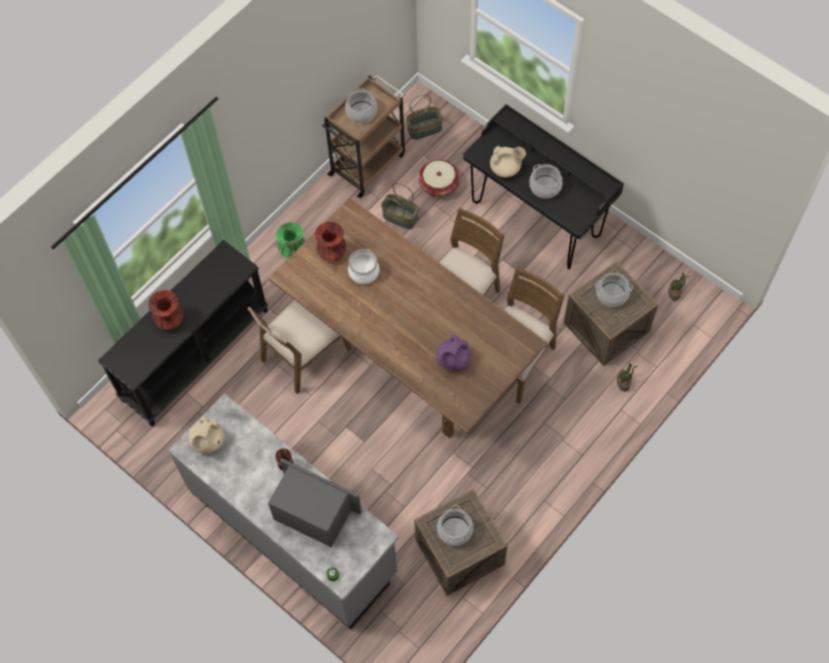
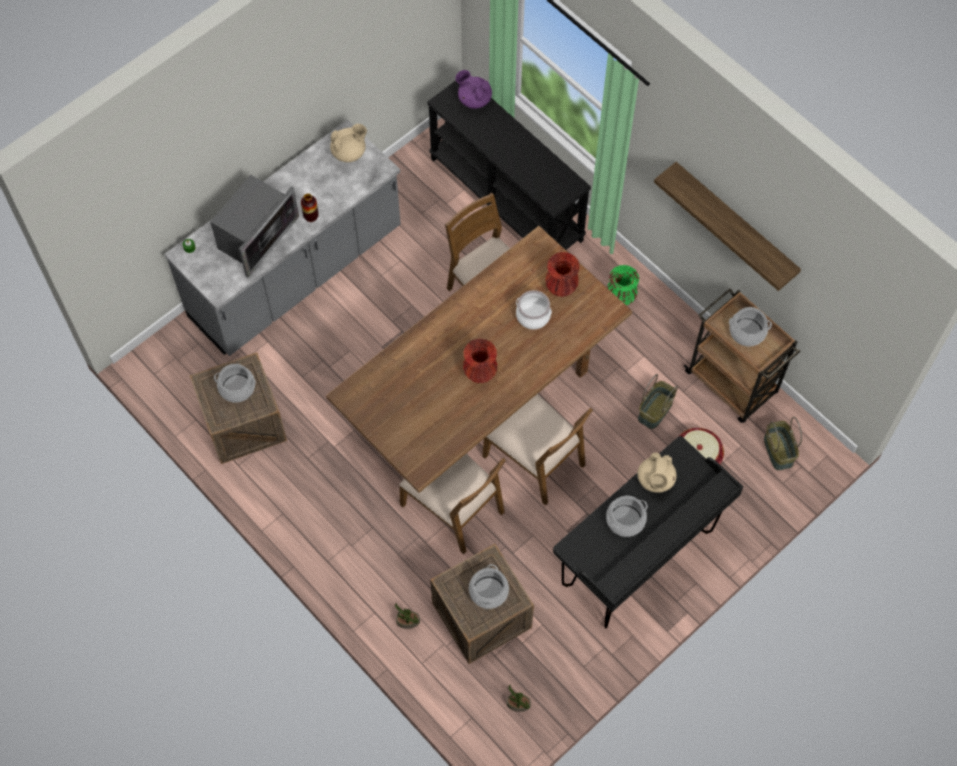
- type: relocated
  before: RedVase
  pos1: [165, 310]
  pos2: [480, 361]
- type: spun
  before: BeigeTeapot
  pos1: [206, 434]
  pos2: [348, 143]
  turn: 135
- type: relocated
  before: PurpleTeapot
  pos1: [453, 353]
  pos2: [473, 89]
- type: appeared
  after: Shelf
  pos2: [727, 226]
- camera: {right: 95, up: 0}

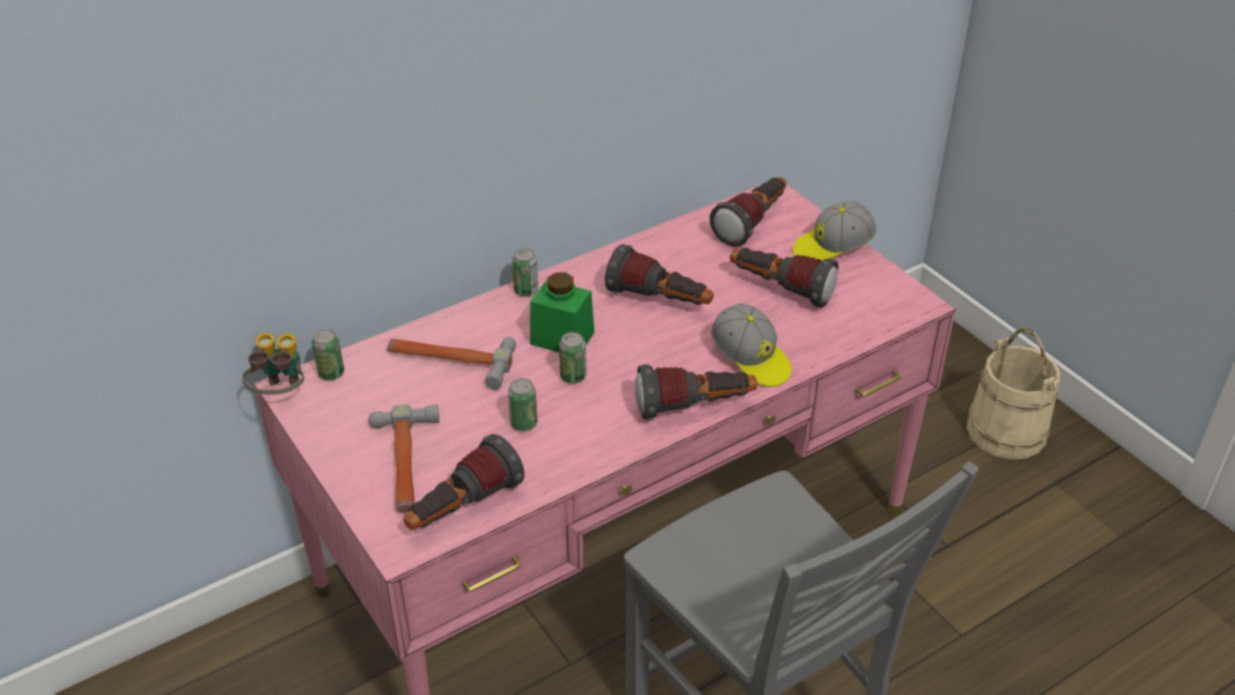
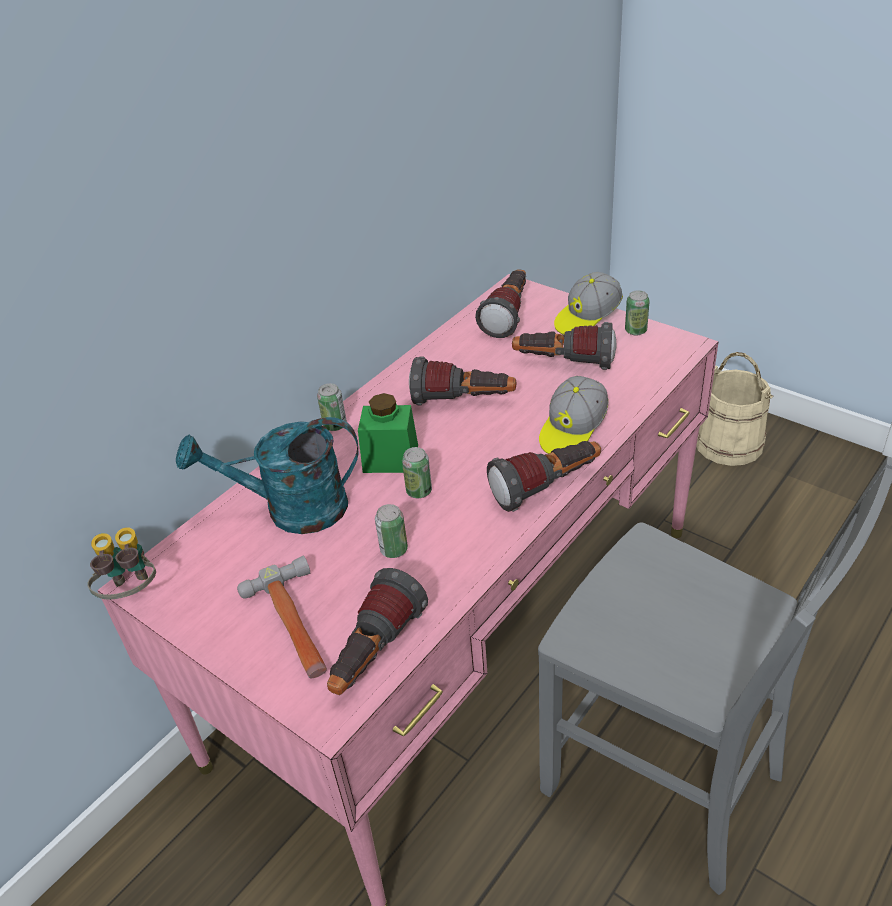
- type: relocated
  before: Can
  pos1: [328, 354]
  pos2: [637, 312]
- type: exchanged
  before: Hammer
  after: TurquoiseWateringCan
  pos1: [451, 363]
  pos2: [267, 475]
- type: spun
  before: Cap
  pos1: [751, 345]
  pos2: [573, 415]
  turn: 90
- camera: {right: -15, up: 0}

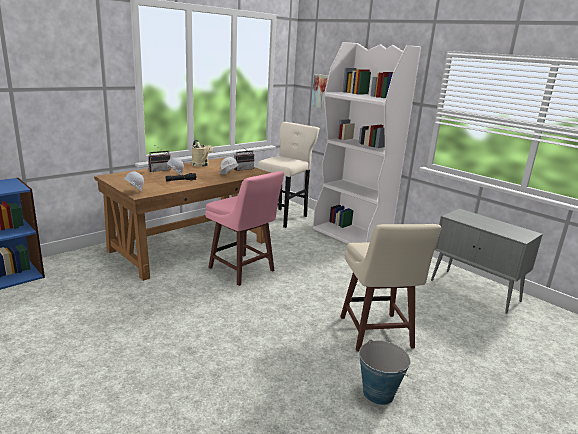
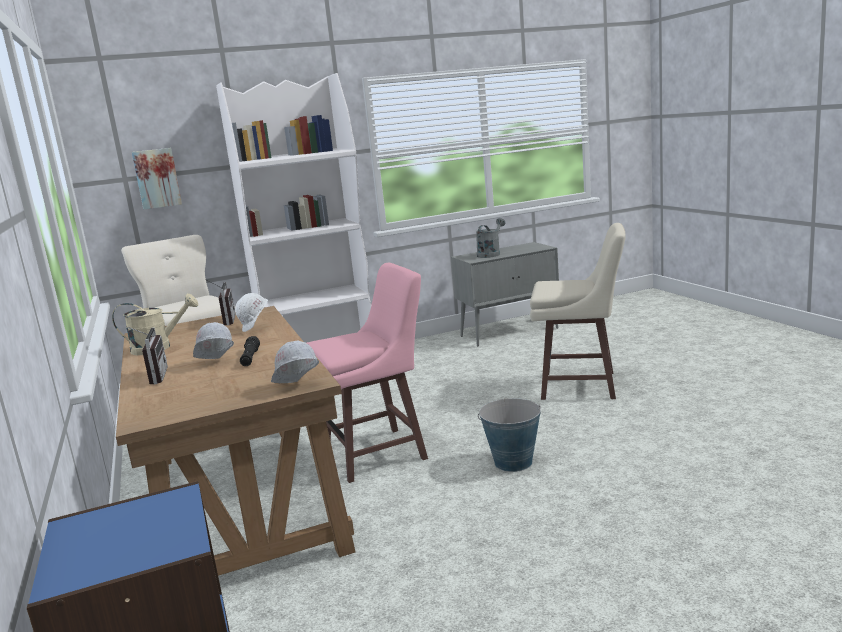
- type: relocated
  before: Bucket
  pos1: [385, 372]
  pos2: [509, 435]
- type: appeared
  after: GreyWateringCan
  pos2: [490, 238]
- camera: {right: -65, up: -5}

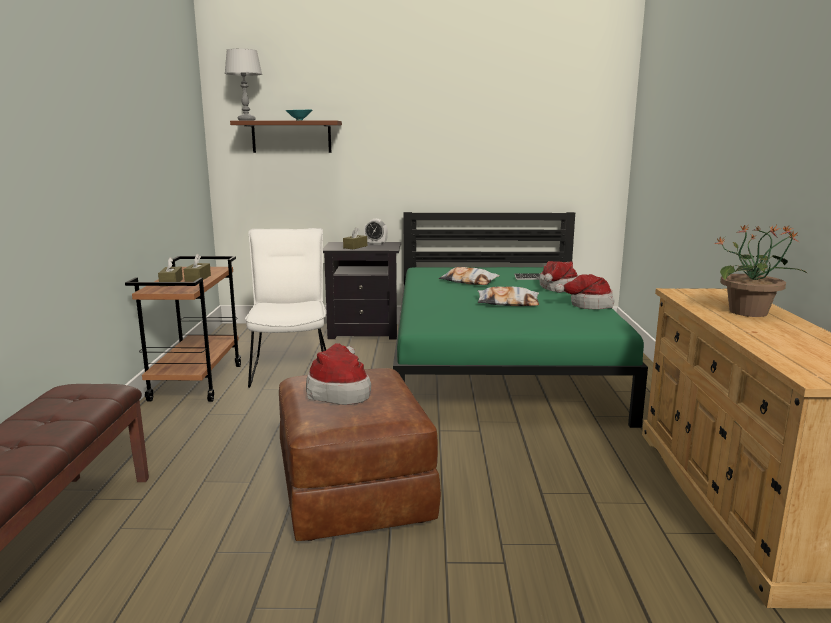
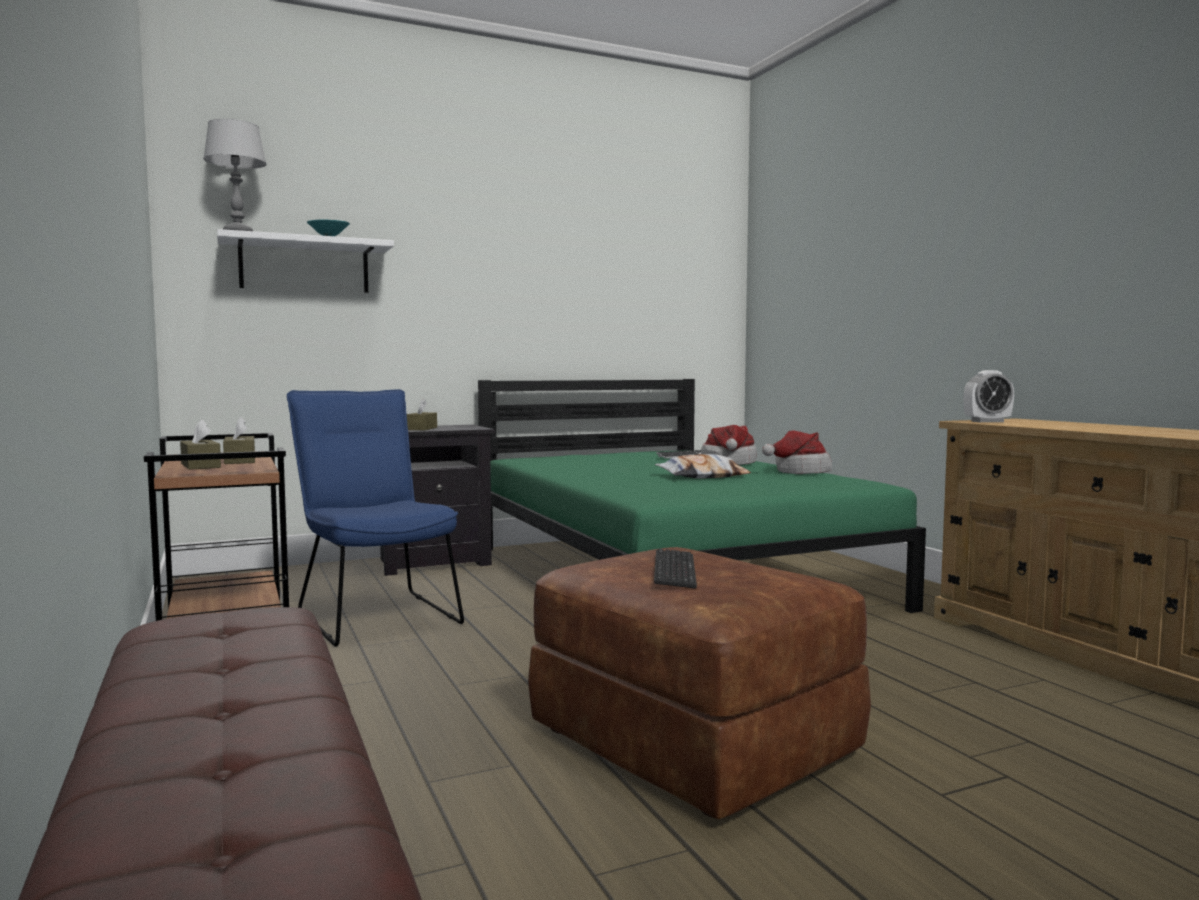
- type: colour
  before: BrownShelf
  after: WhiteShelf
  pos1: [286, 137]
  pos2: [305, 261]
- type: colour
  before: WhiteChair
  after: BlueChair
  pos1: [285, 308]
  pos2: [375, 518]
- type: exchanged
  before: Hat
  after: Keyboard
  pos1: [338, 374]
  pos2: [675, 569]
- type: relocated
  before: AlarmClock
  pos1: [376, 232]
  pos2: [988, 396]
- type: missing
  before: Pillow
  pos1: [469, 276]
- type: missing
  before: PottedPlant
  pos1: [760, 271]
- camera: {right: -25, up: -10}

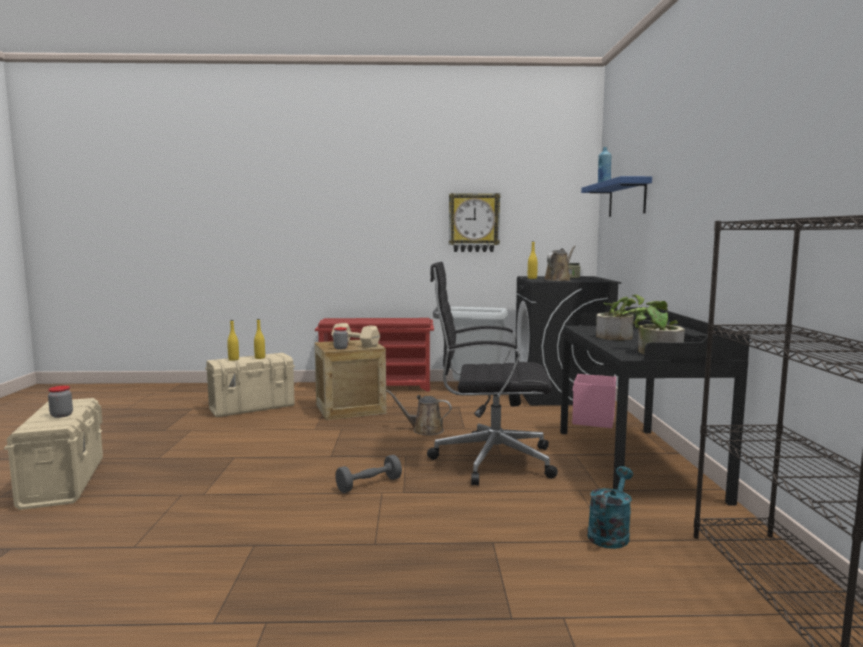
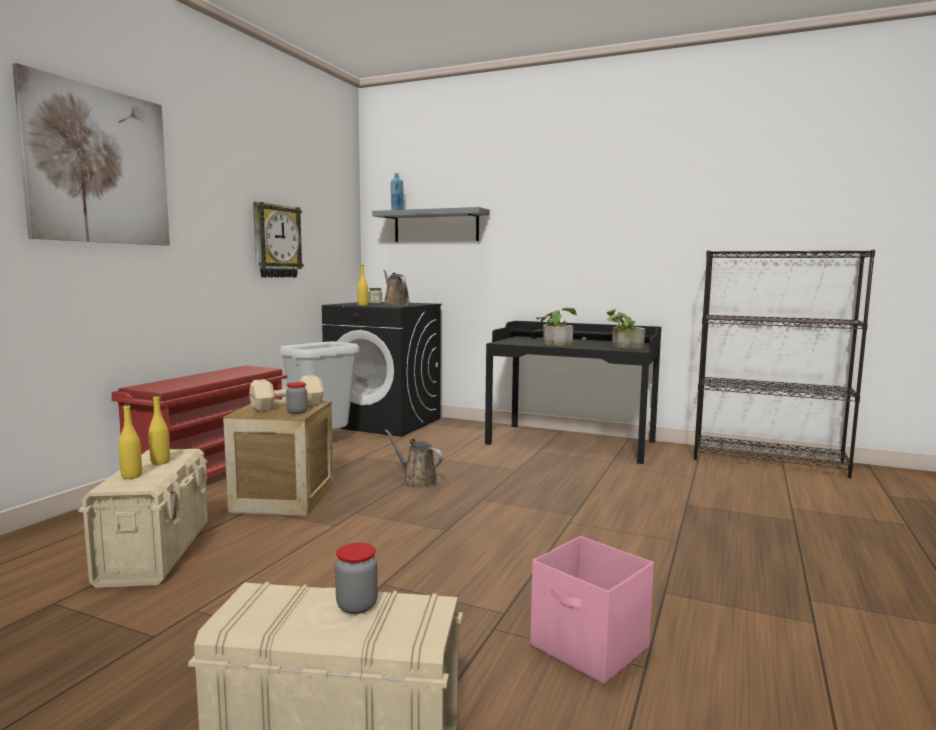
- type: missing
  before: GreyDumbbell
  pos1: [368, 474]
- type: spun
  before: BrownWateringCan
  pos1: [419, 413]
  pos2: [414, 458]
  turn: 90
- type: missing
  before: BlackOfficeChair
  pos1: [492, 373]
- type: relocated
  before: PinkStorageBox
  pos1: [594, 401]
  pos2: [592, 610]
- type: colour
  before: BlueShelf
  after: GreyShelf
  pos1: [616, 196]
  pos2: [431, 224]
- type: missing
  before: TurquoiseWateringCan
  pos1: [610, 507]
- type: appeared
  after: Picture
  pos2: [91, 154]
- camera: {right: -65, up: 0}

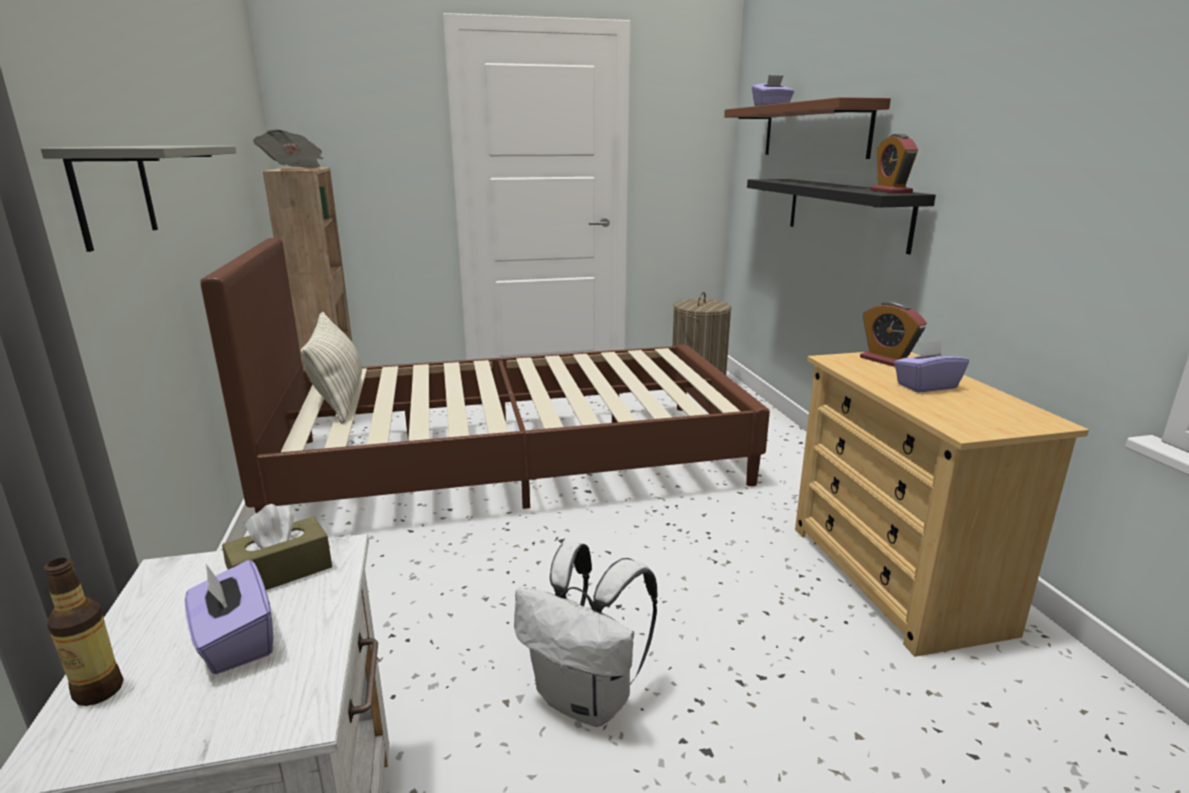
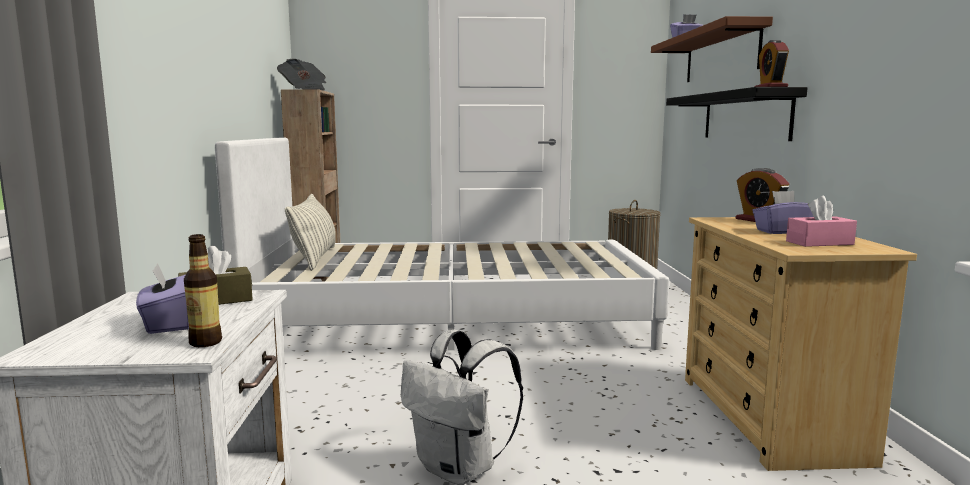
- type: missing
  before: GreyShelf
  pos1: [138, 199]
- type: relocated
  before: Bottle
  pos1: [83, 632]
  pos2: [203, 290]
- type: colour
  before: BrownBed
  after: WhiteBed
  pos1: [485, 375]
  pos2: [442, 243]
- type: appeared
  after: PinkTissueBox
  pos2: [821, 221]
- camera: {right: 10, up: -10}

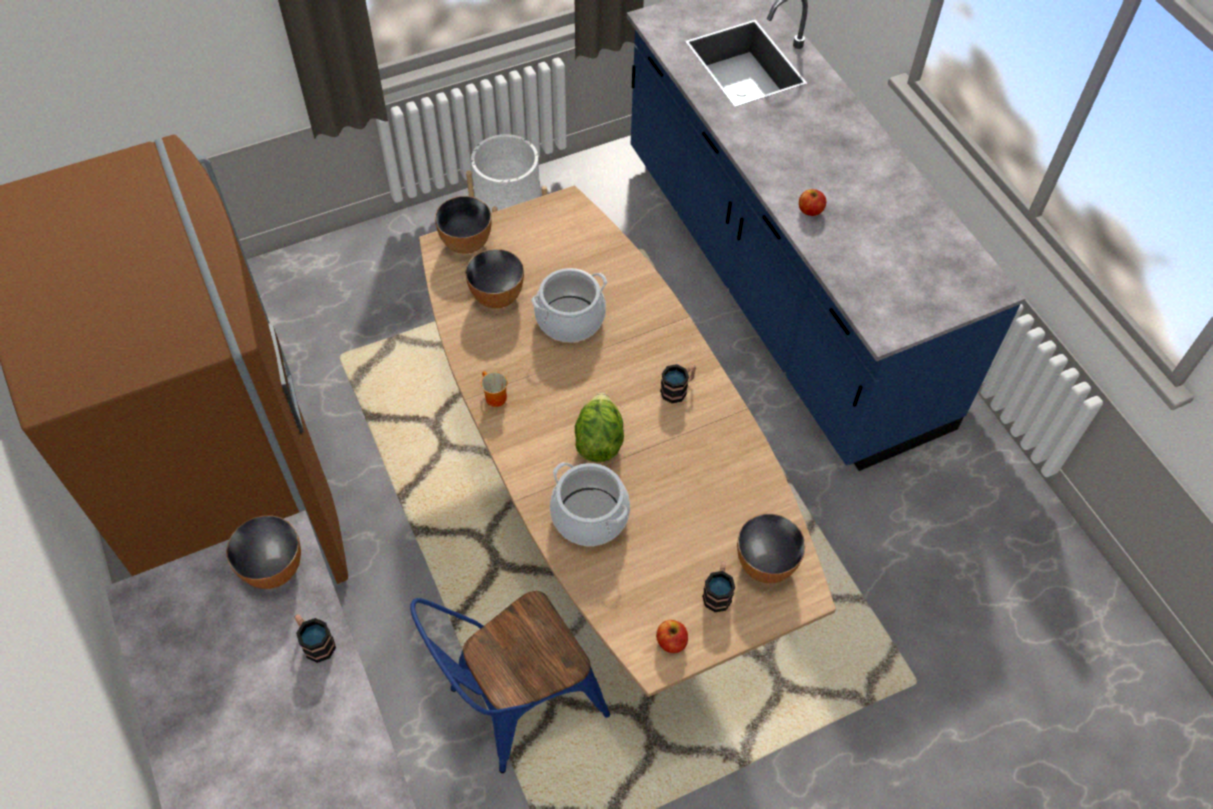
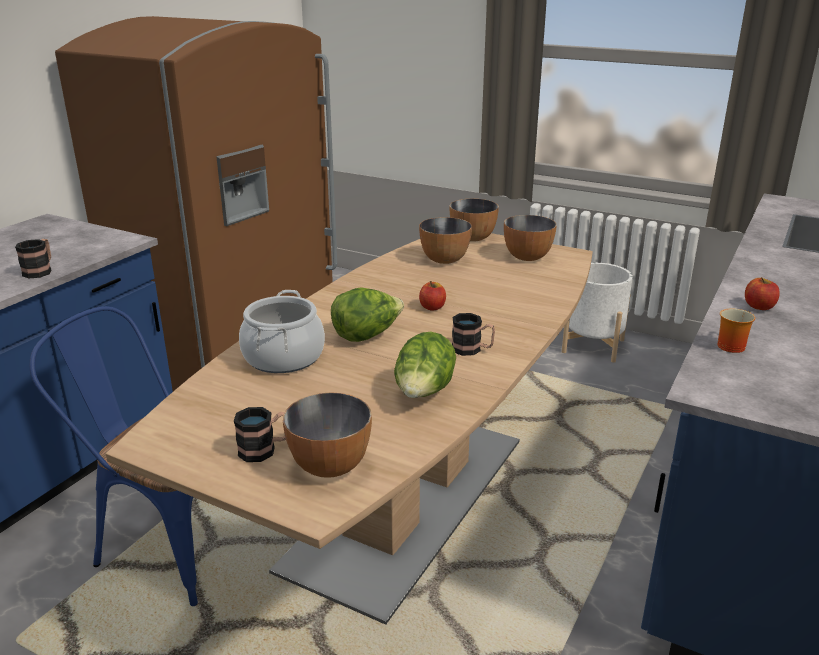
- type: relocated
  before: Bowl
  pos1: [263, 552]
  pos2: [530, 238]
- type: relocated
  before: Mug
  pos1: [494, 389]
  pos2: [736, 330]
- type: missing
  before: CookingPot
  pos1: [569, 305]
- type: relocated
  before: Apple
  pos1: [672, 636]
  pos2: [432, 296]
- type: appeared
  after: Lettuce
  pos2: [425, 365]
- camera: {right: 55, up: -30}

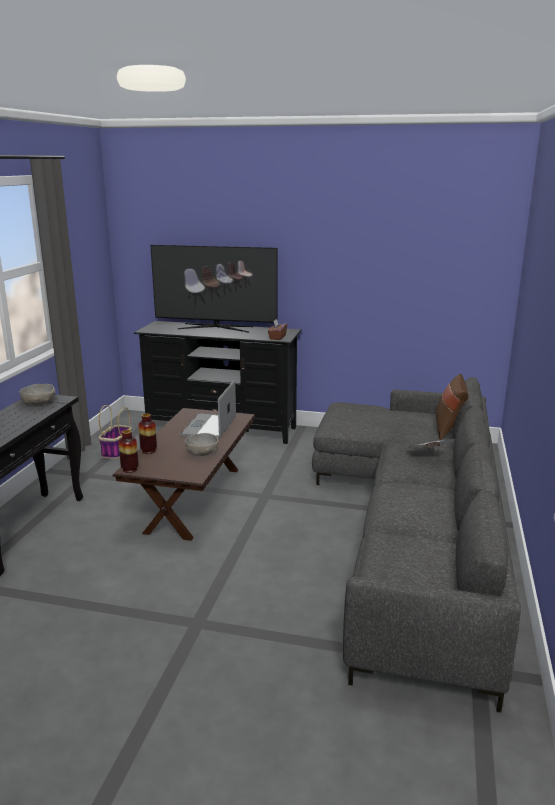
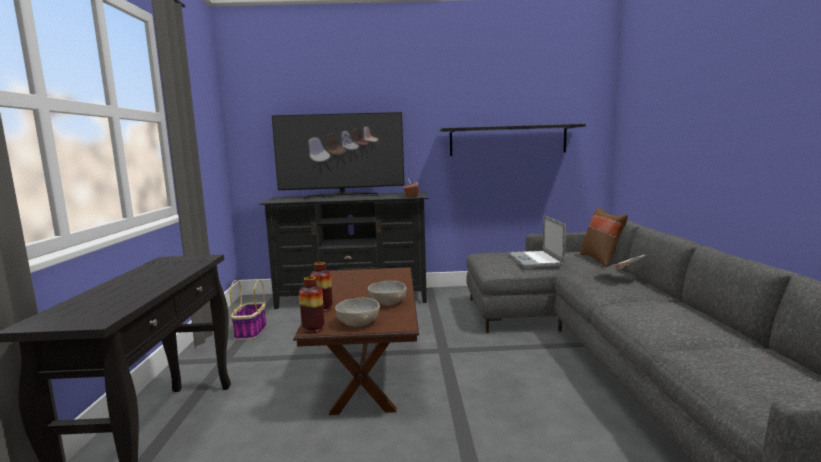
- type: relocated
  before: GreyBowl
  pos1: [37, 394]
  pos2: [357, 312]
- type: relocated
  before: Laptop
  pos1: [208, 409]
  pos2: [537, 241]
- type: appeared
  after: BlackShelf
  pos2: [513, 140]
- camera: {right: -15, up: -10}

